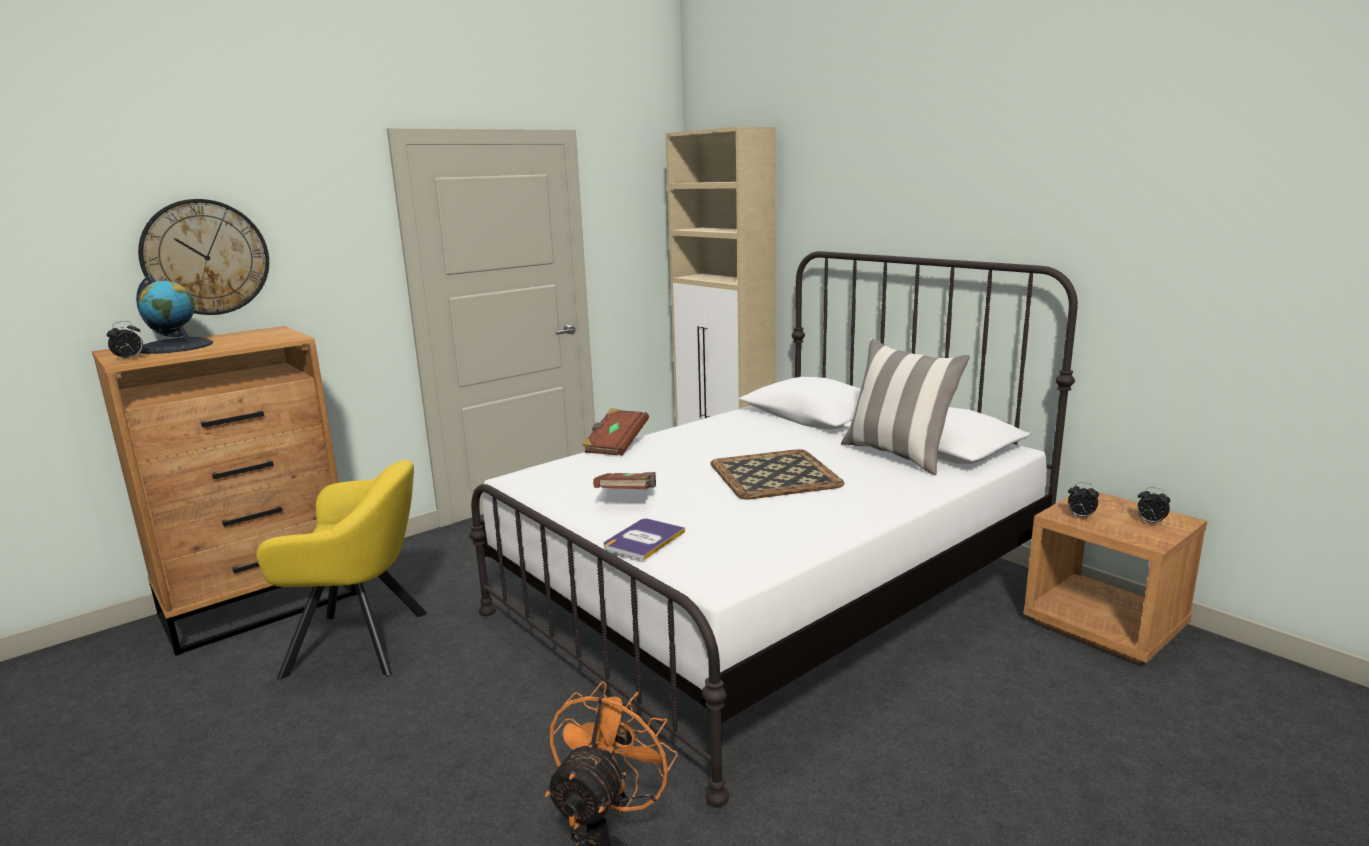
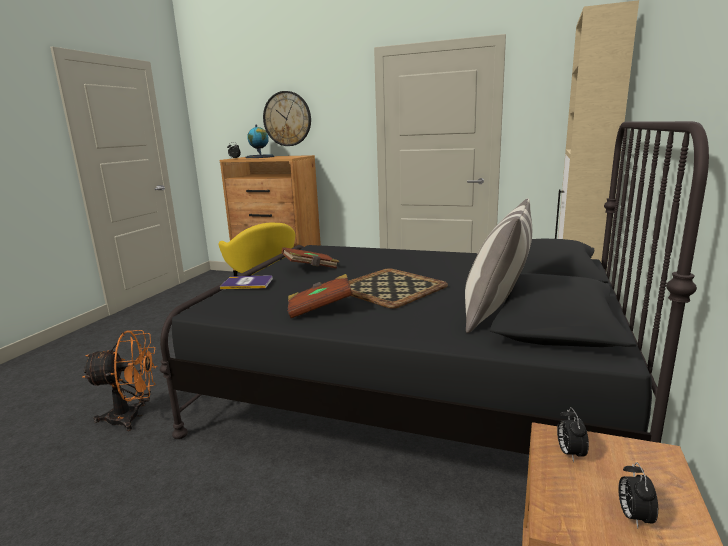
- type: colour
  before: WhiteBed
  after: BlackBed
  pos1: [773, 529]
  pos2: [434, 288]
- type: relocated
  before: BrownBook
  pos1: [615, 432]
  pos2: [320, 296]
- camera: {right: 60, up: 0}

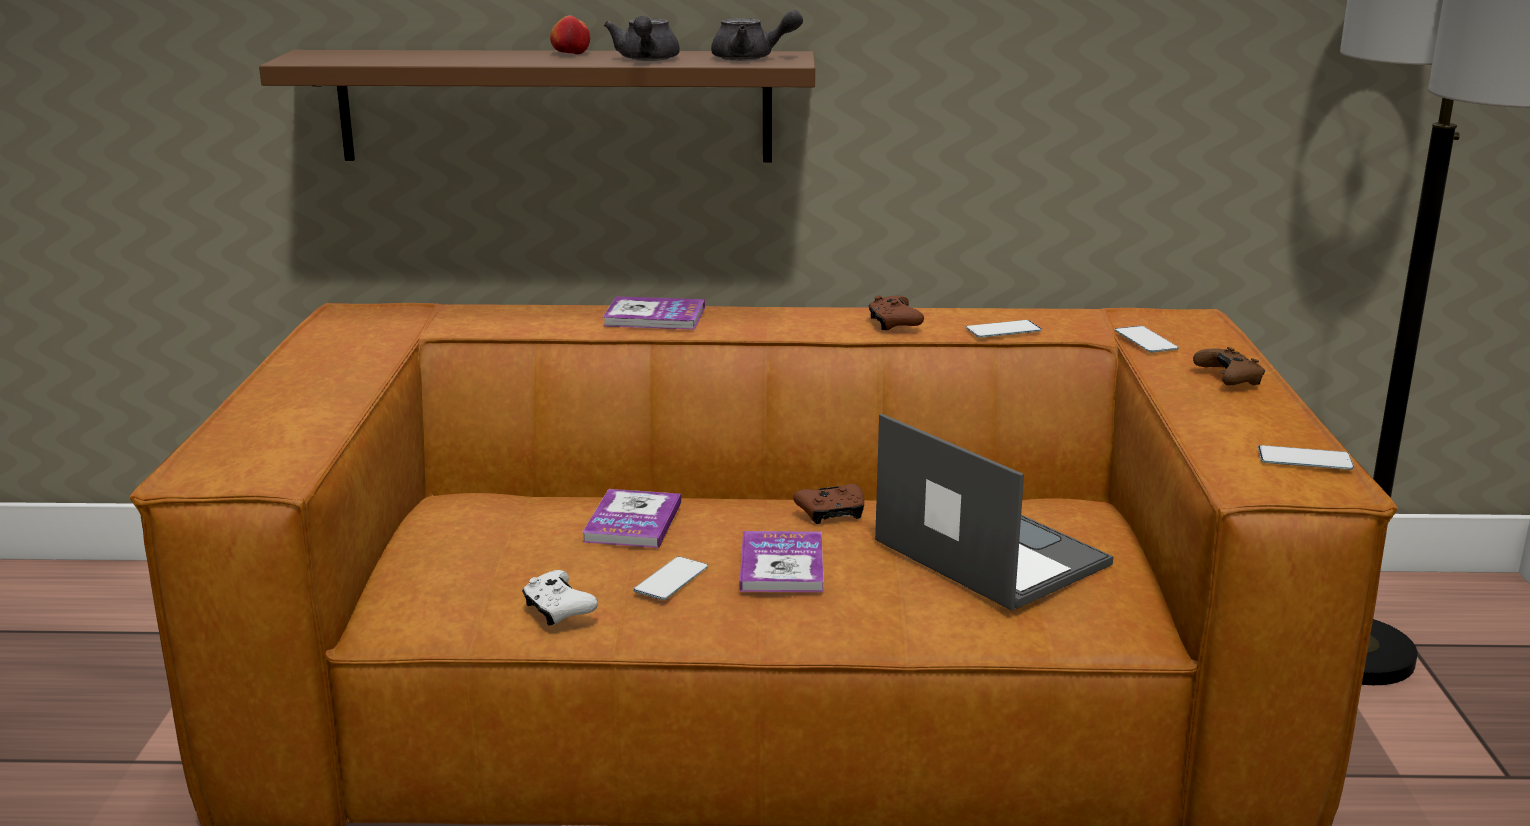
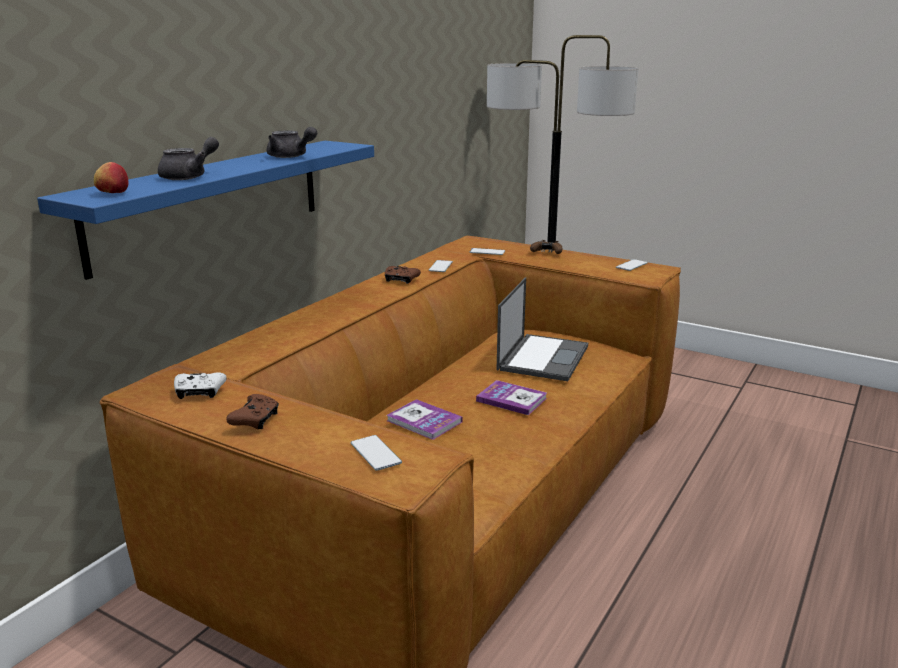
- type: colour
  before: BrownShelf
  after: BlueShelf
  pos1: [537, 106]
  pos2: [205, 210]
- type: relocated
  before: WhiteGameController
  pos1: [560, 598]
  pos2: [200, 385]
- type: relocated
  before: Apple
  pos1: [570, 34]
  pos2: [111, 177]
- type: missing
  before: Book
  pos1: [654, 313]
- type: relocated
  before: Phone
  pos1: [670, 578]
  pos2: [376, 453]
- type: relocated
  before: GreyTeapot
  pos1: [757, 35]
  pos2: [188, 158]
- type: relocated
  before: BrownGameController
  pos1: [828, 504]
  pos2: [252, 411]
- type: spun
  before: Laptop
  pos1: [994, 512]
  pos2: [542, 329]
  turn: 120
- camera: {right: -60, up: 0}

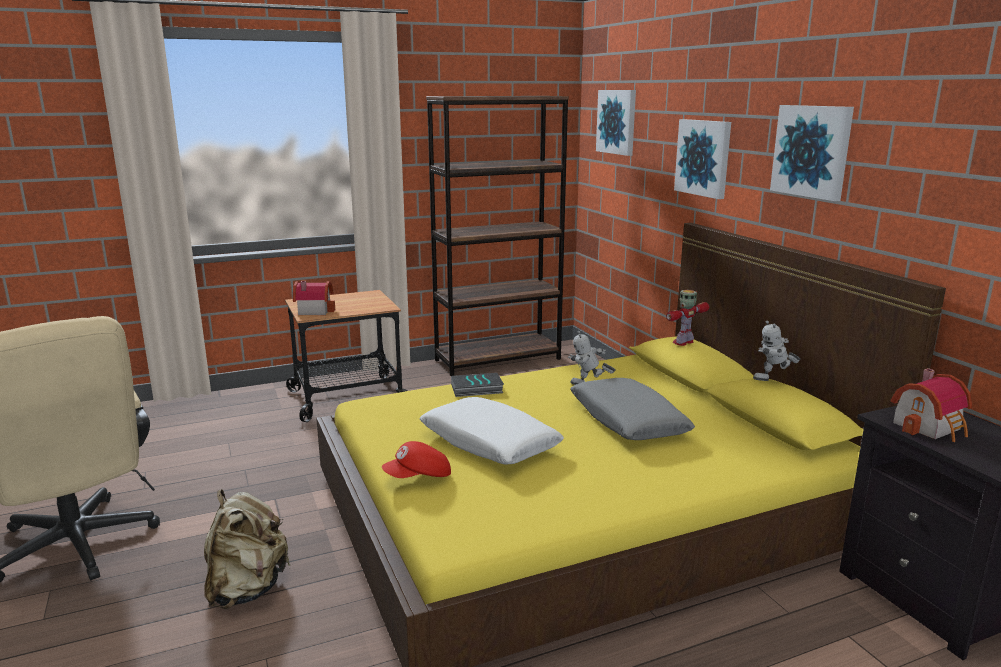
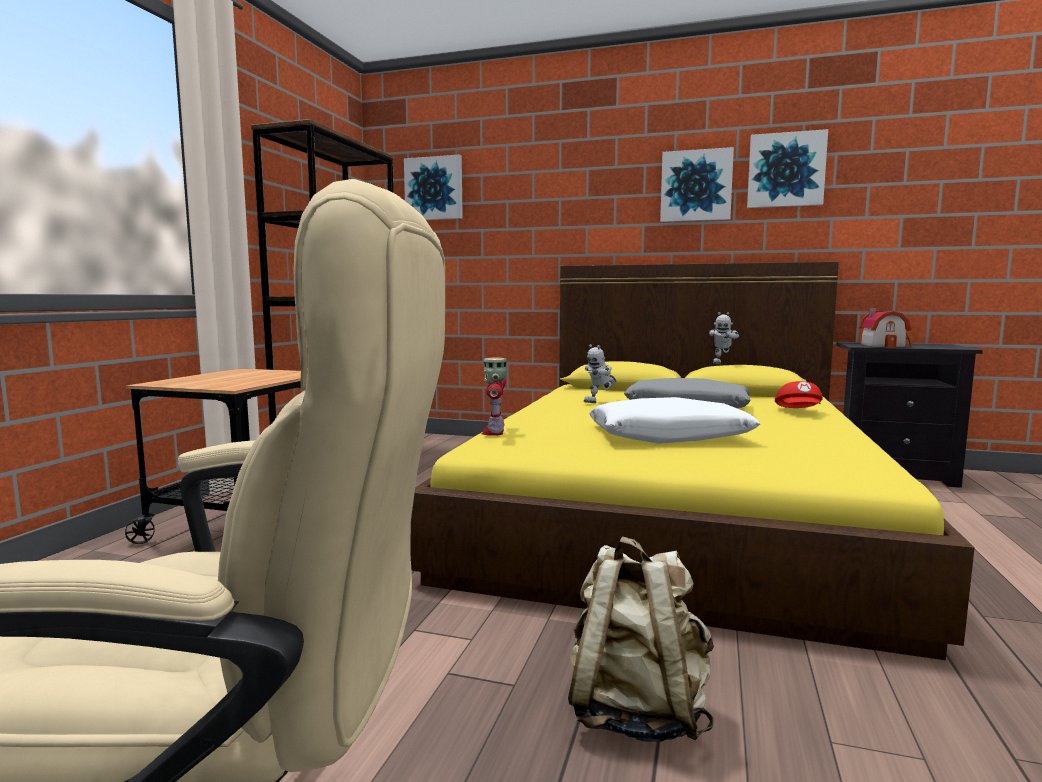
- type: missing
  before: ToyHouse
  pos1: [314, 298]
- type: relocated
  before: RedCap
  pos1: [416, 459]
  pos2: [799, 394]
- type: missing
  before: Book
  pos1: [477, 385]
- type: relocated
  before: ToyRobot
  pos1: [687, 318]
  pos2: [494, 396]
- type: relocated
  before: Picture
  pos1: [702, 159]
  pos2: [787, 168]
- camera: {right: -50, up: -10}

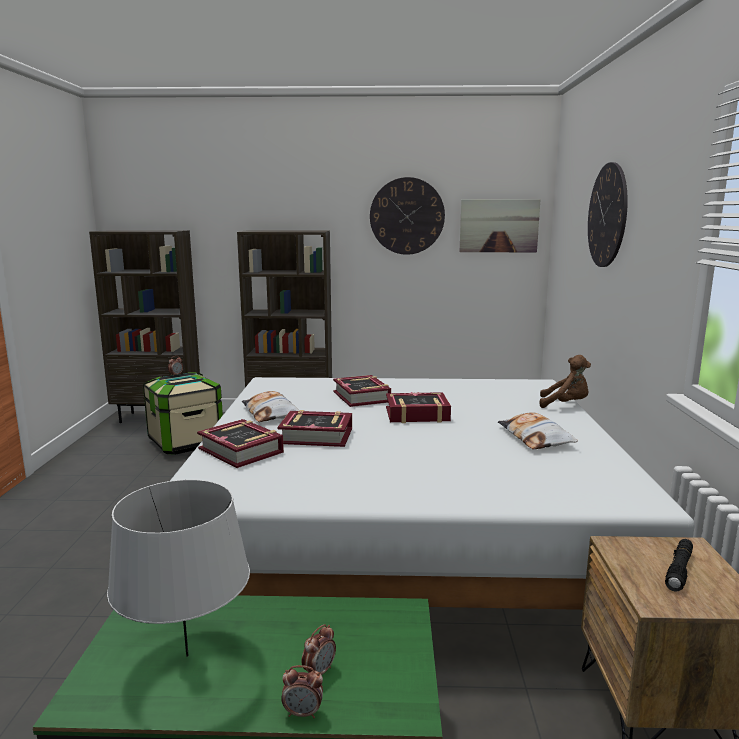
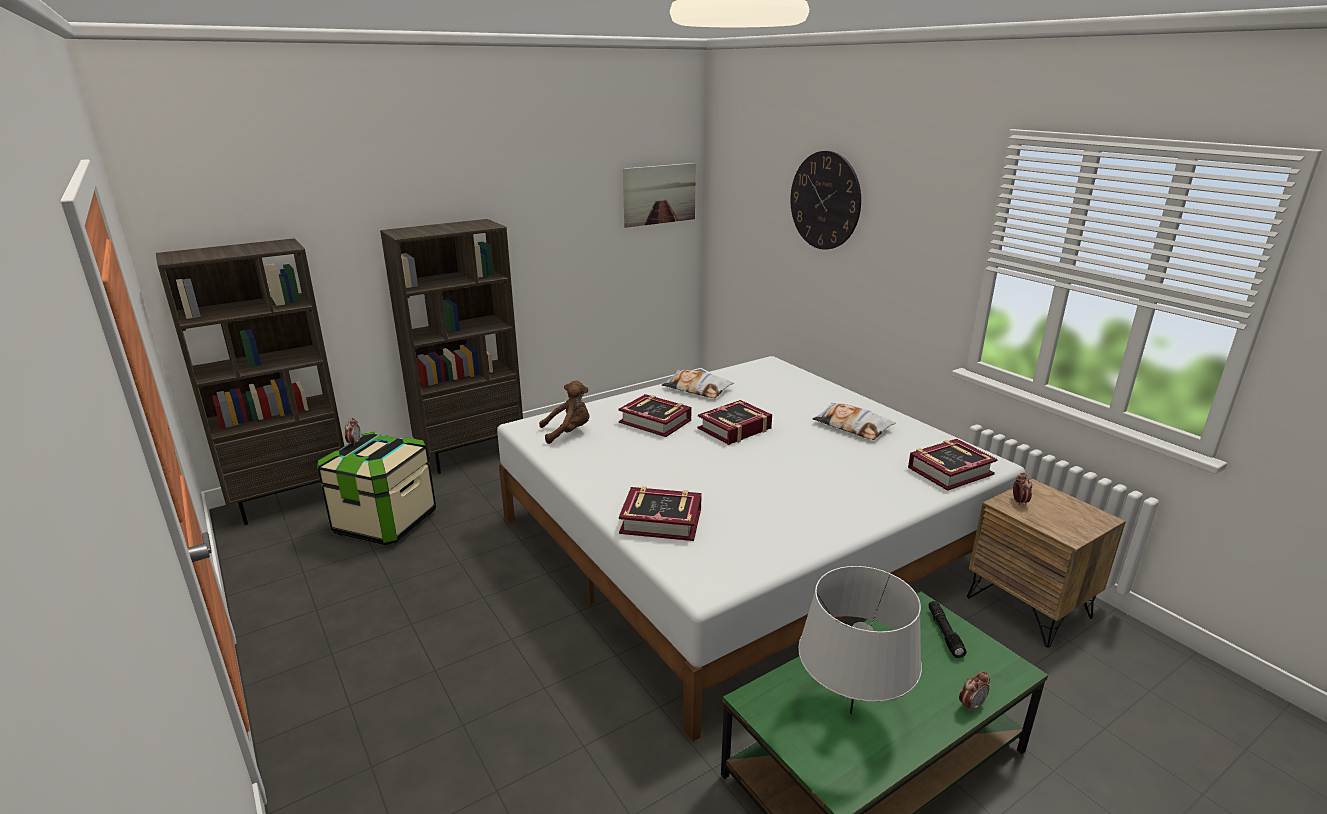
- type: relocated
  before: Pillow
  pos1: [270, 406]
  pos2: [698, 384]
- type: relocated
  before: Book
  pos1: [314, 428]
  pos2: [953, 465]
- type: relocated
  before: AlarmClock
  pos1: [318, 649]
  pos2: [1022, 489]
- type: missing
  before: WallClock
  pos1: [407, 216]
- type: relocated
  before: BrownPlushToy
  pos1: [565, 381]
  pos2: [564, 412]
- type: relocated
  before: BlackFlashlight
  pos1: [679, 565]
  pos2: [947, 629]
- camera: {right: -35, up: 10}

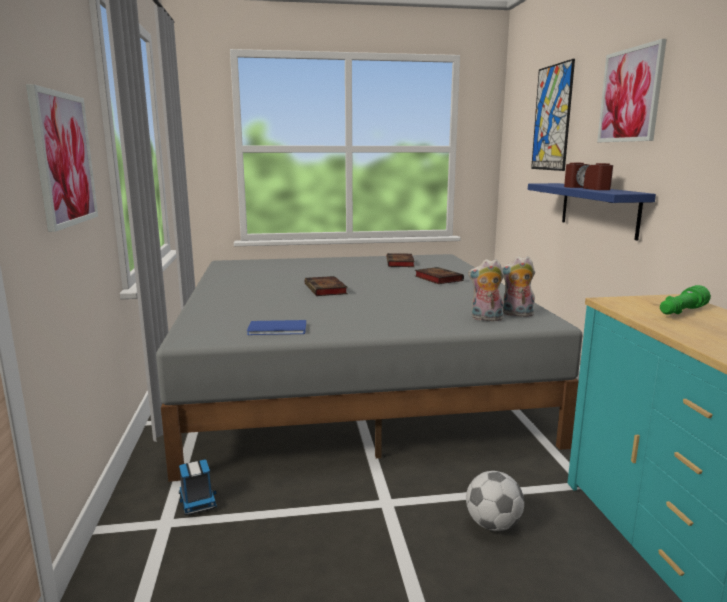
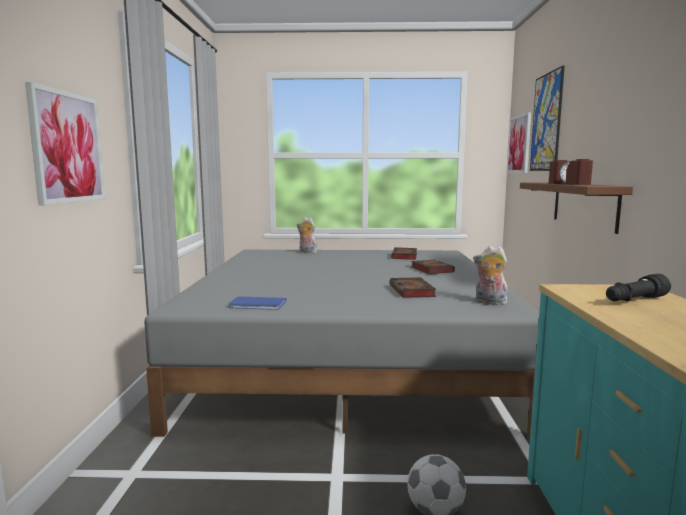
- type: missing
  before: ToyTruck
  pos1: [198, 487]
- type: relocated
  before: Book
  pos1: [326, 286]
  pos2: [413, 287]
- type: relocated
  before: PlushToy
  pos1: [486, 290]
  pos2: [307, 235]
- type: colour
  before: BlueShelf
  after: BrownShelf
  pos1: [592, 212]
  pos2: [576, 208]
- type: relocated
  before: Picture
  pos1: [632, 90]
  pos2: [518, 142]
- type: colour
  before: GreenFlashlight
  after: BlackFlashlight
  pos1: [685, 300]
  pos2: [638, 288]
- camera: {right: 10, up: -5}

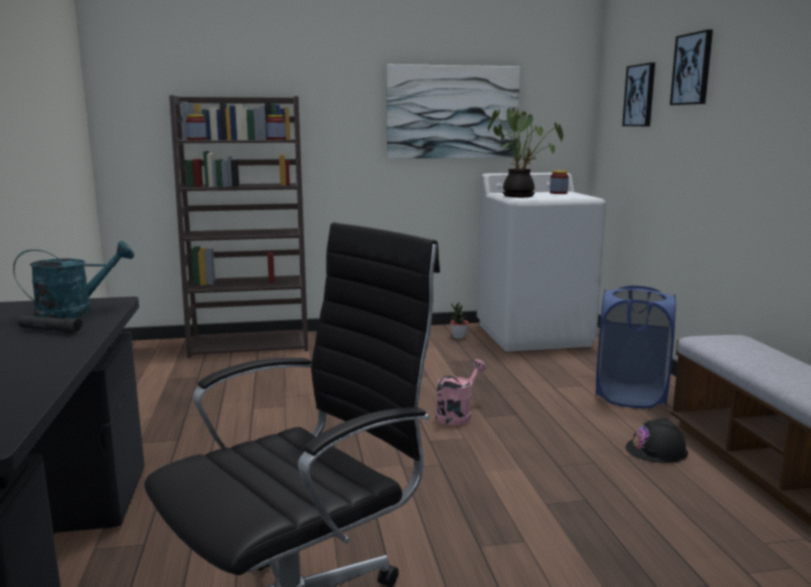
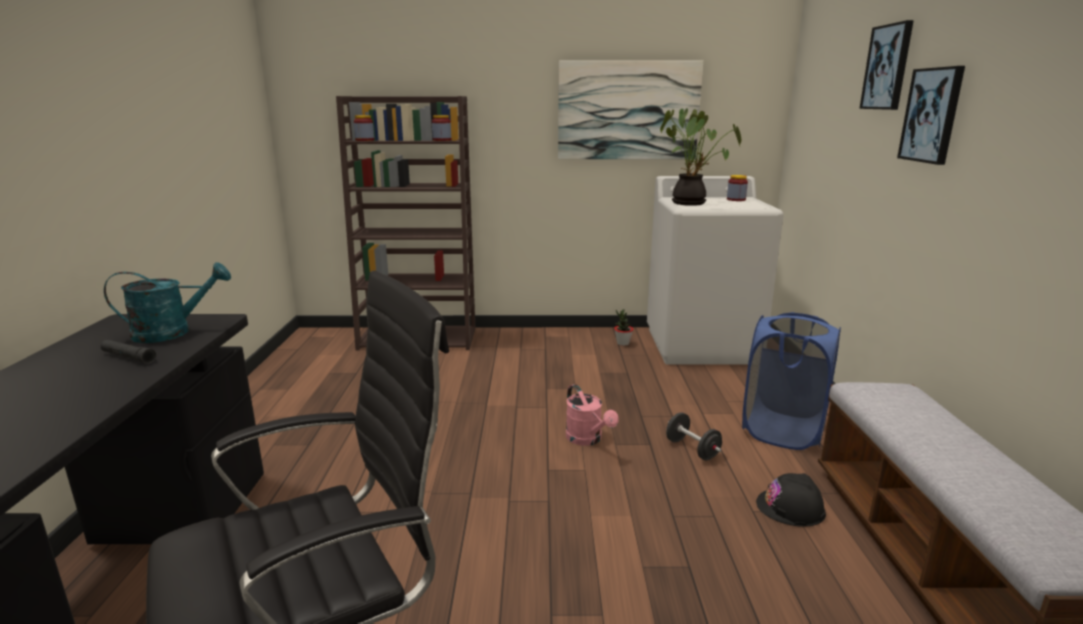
- type: spun
  before: PinkWateringCan
  pos1: [460, 392]
  pos2: [592, 415]
  turn: 105
- type: relocated
  before: Picture
  pos1: [638, 94]
  pos2: [931, 115]
- type: appeared
  after: BlackDumbbell
  pos2: [694, 436]
- camera: {right: 10, up: 5}

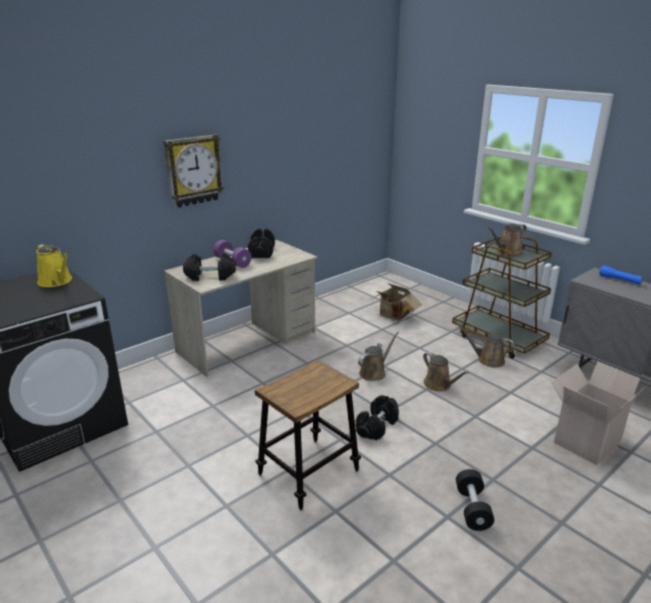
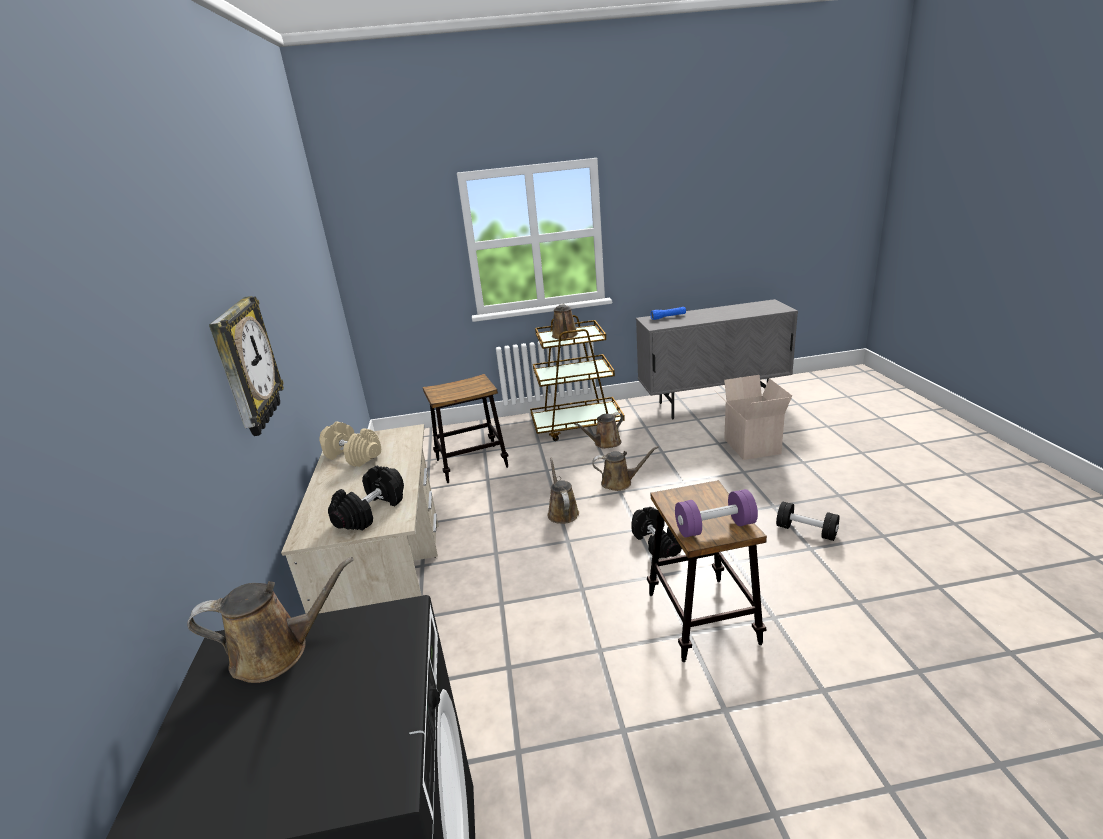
- type: colour
  before: YellowWateringCan
  after: BrownWateringCan
  pos1: [54, 265]
  pos2: [270, 620]
- type: relocated
  before: PurpleDumbbell
  pos1: [232, 254]
  pos2: [716, 513]
- type: colour
  before: BlackDumbbell
  after: BeigeDumbbell
  pos1: [261, 243]
  pos2: [350, 444]
- type: exchanged
  before: CardboardBox
  after: Stool
  pos1: [397, 302]
  pos2: [466, 428]
- camera: {right: -55, up: 0}

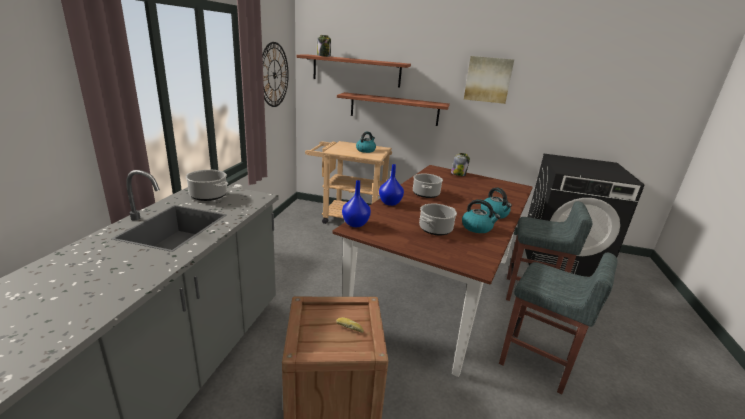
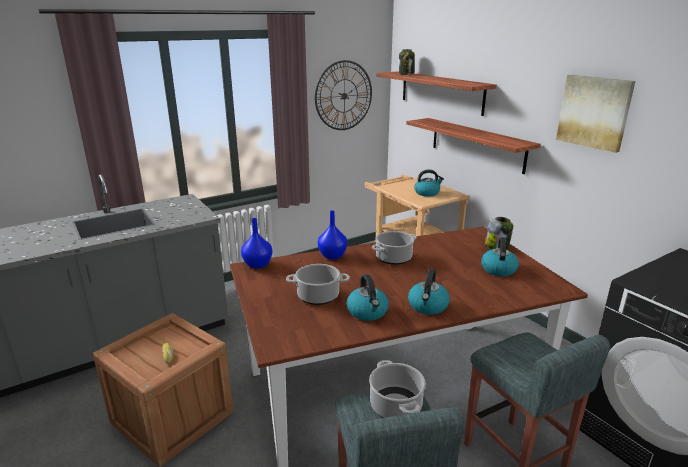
- type: relocated
  before: CookingPot
  pos1: [207, 185]
  pos2: [397, 389]
- type: appeared
  after: Kettle
  pos2: [500, 256]
- camera: {right: 45, up: 0}

